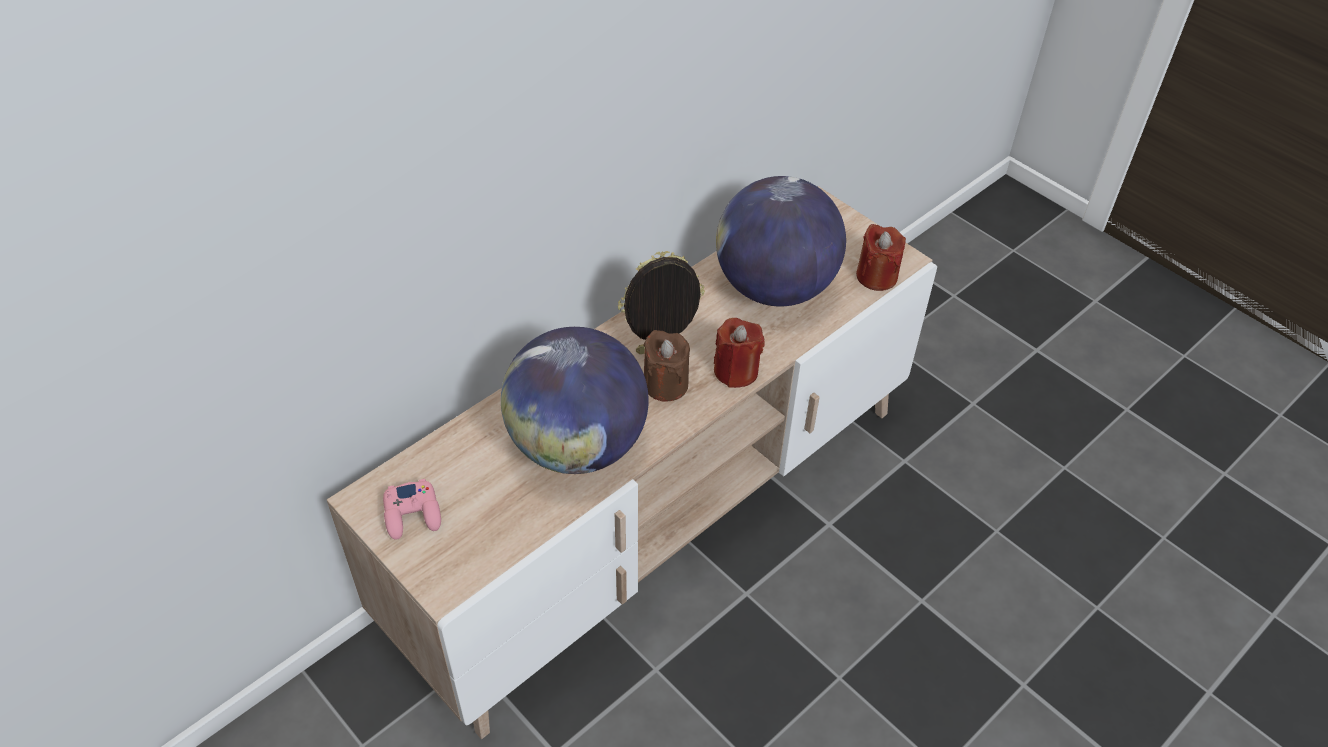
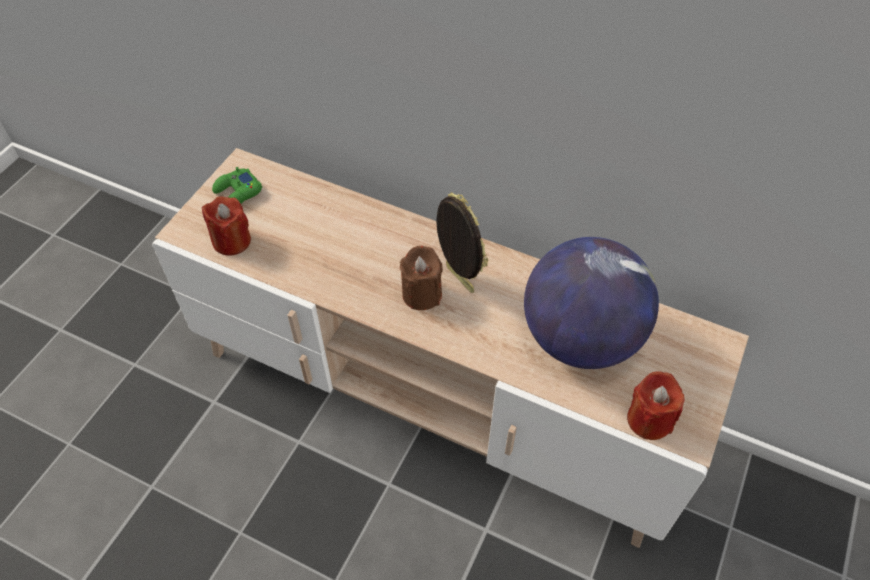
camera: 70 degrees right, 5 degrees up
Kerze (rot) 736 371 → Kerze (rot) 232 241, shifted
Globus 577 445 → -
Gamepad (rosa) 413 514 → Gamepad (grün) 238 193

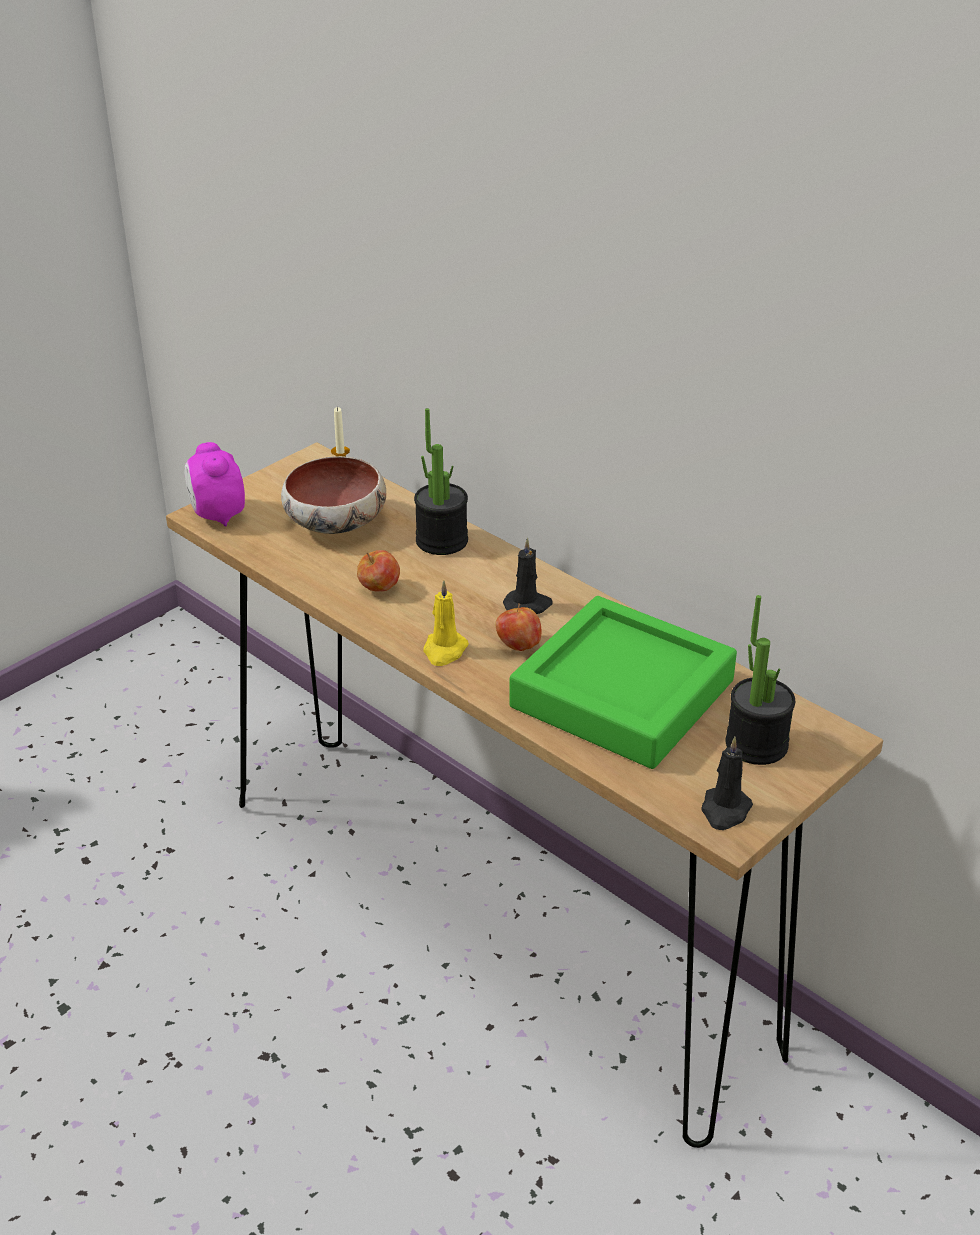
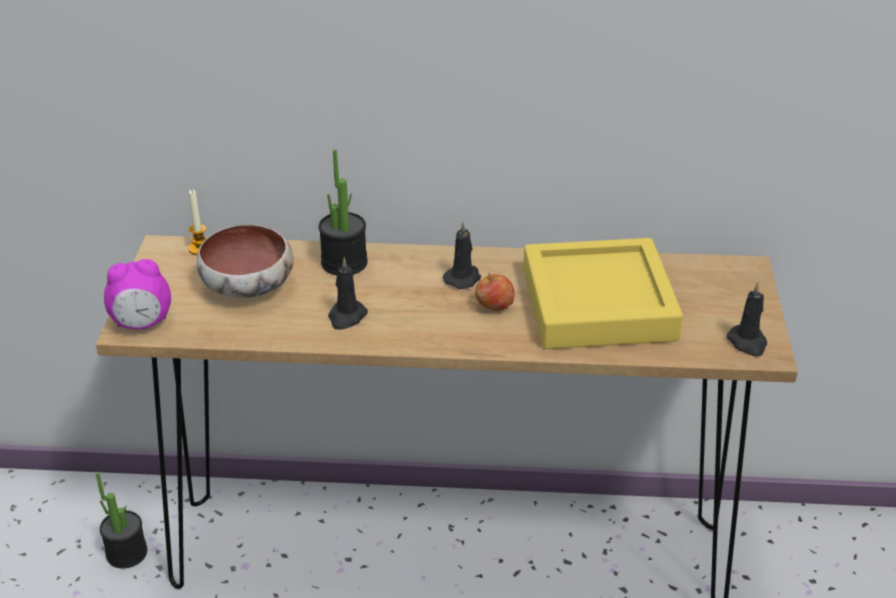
camera: 40 degrees left, 0 degrees up
Wecker 217 515 → Wecker 142 324, 45 degrees counterclockwise
Apfel 379 589 → Kerze (schwarz) 346 317
Kerze (gelb) 444 650 → -
Topfpflanze 756 744 → Topfpflanze 126 553, shifted
Tablett (grün) 622 694 → Tablett (gelb) 598 305

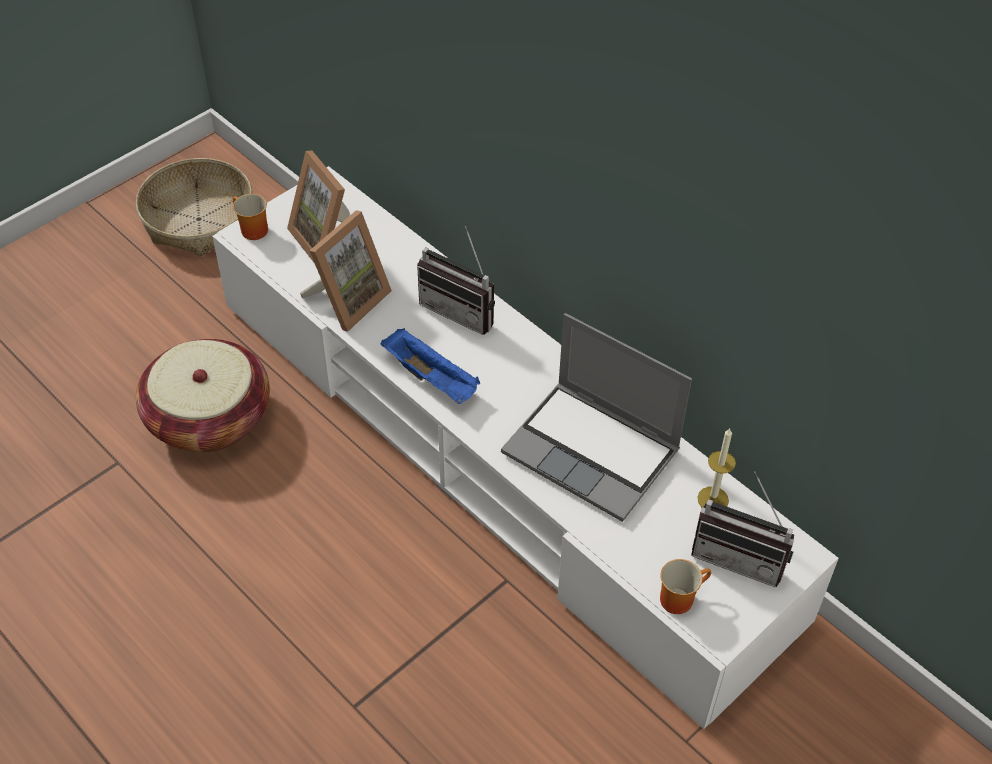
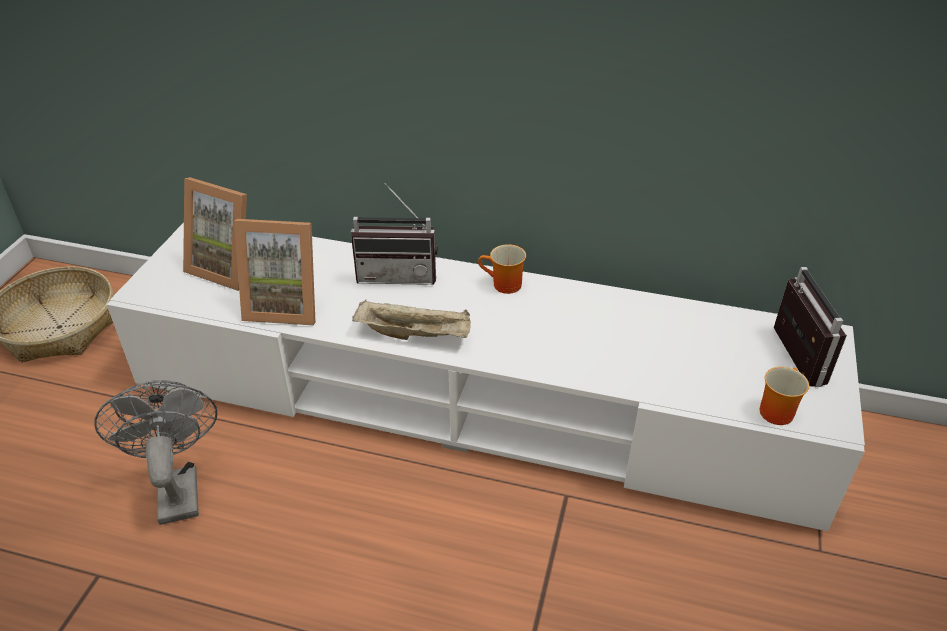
camera: 30 degrees left, 10 degrees down
Henkelbecher 250 230 → Henkelbecher 503 285, shifted
Bilderrahmen 347 300 → Bilderrahmen 285 305, 90 degrees clockwise
Laptop 593 452 → -
Tablett (blau) 432 378 → Tablett (beige) 415 334
Korb 209 418 → Ventilator (grau) 177 487
Kerze 713 499 → -
Radio 741 556 → Radio 787 357, 90 degrees counterclockwise

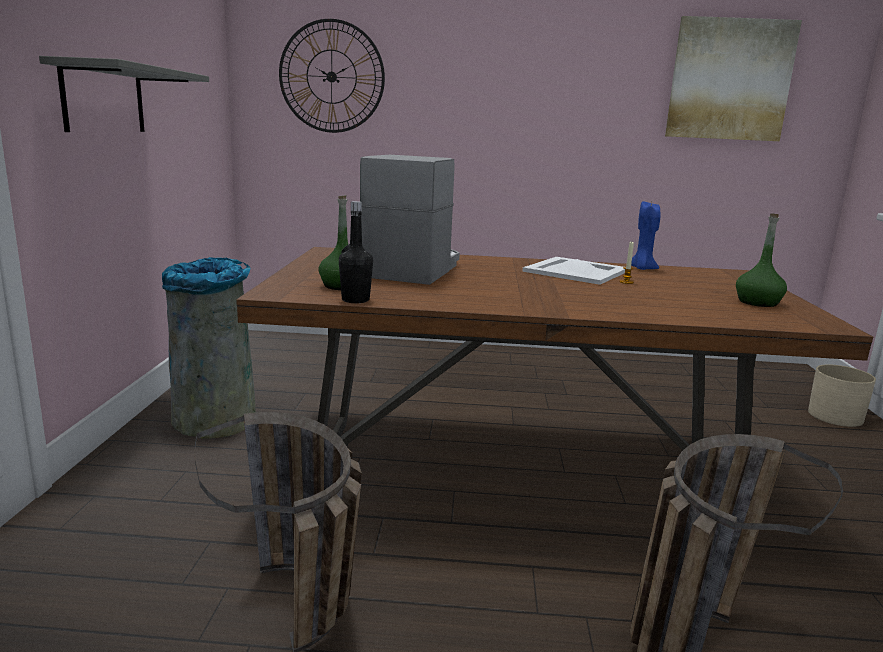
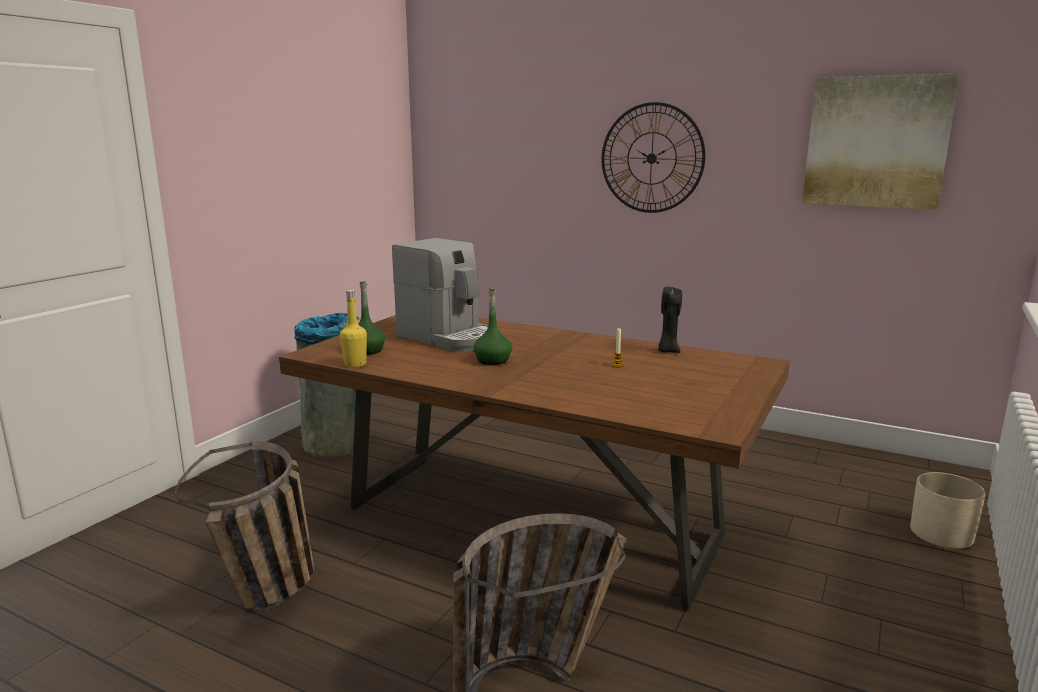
camera: 25 degrees right, 0 degrees up
Wanduhr 331 77 → Wanduhr 651 158, shifted
Wandregal (grau) 104 99 → -
Kaffeemaschine 413 269 → Kaffeemaschine 450 338, 90 degrees clockwise
Flasche (schwarz) 355 300 → Flasche (gelb) 355 364
Kerze (blau) 642 268 → Kerze (schwarz) 667 351
Flasche (grün) 757 302 → Flasche (grün) 493 360, shifted
Tablett (weiß) 575 271 → -

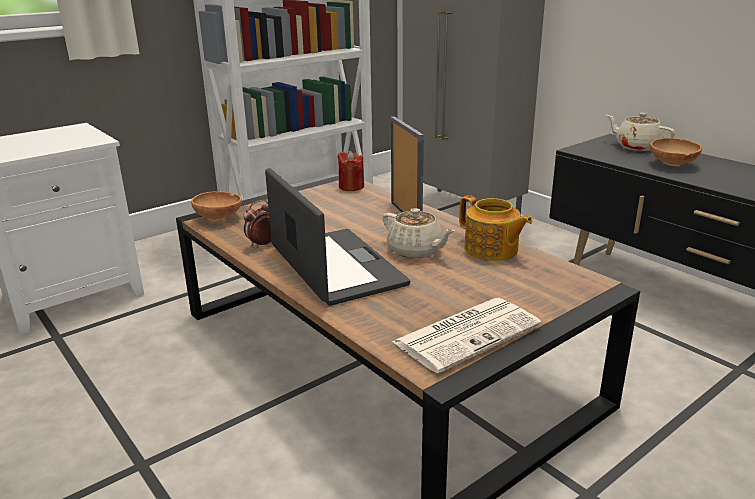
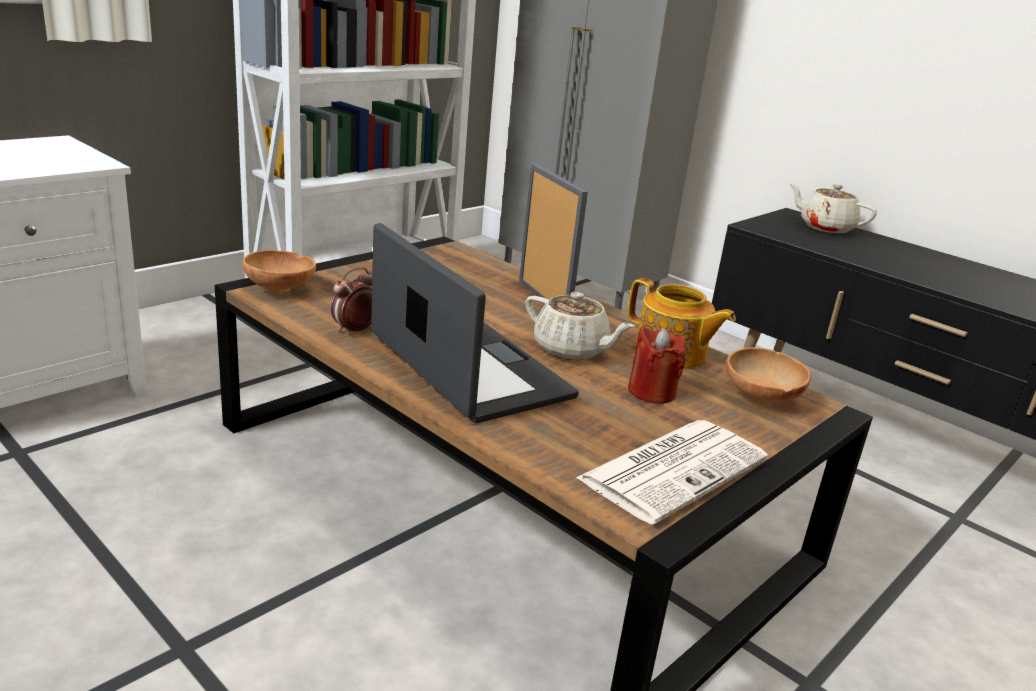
camera: 10 degrees left, 0 degrees up
Schüssel (braun) 671 165 → Schüssel (braun) 760 398, shifted
Kerze (rot) 351 187 → Kerze (rot) 651 392, shifted

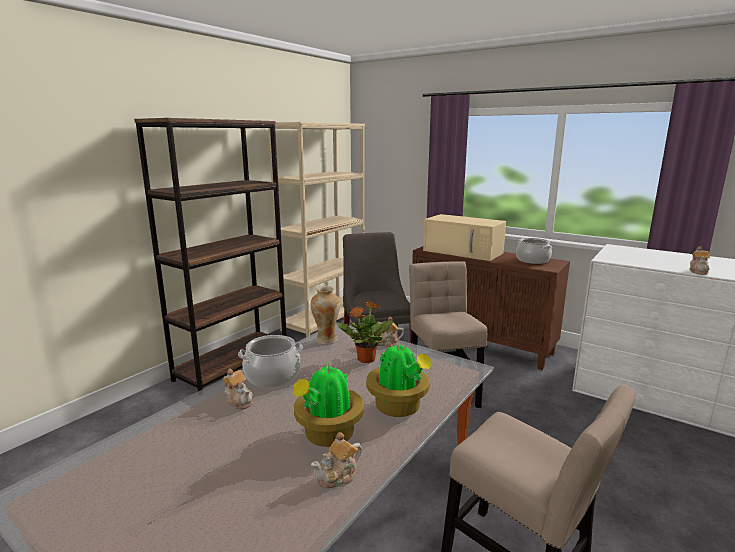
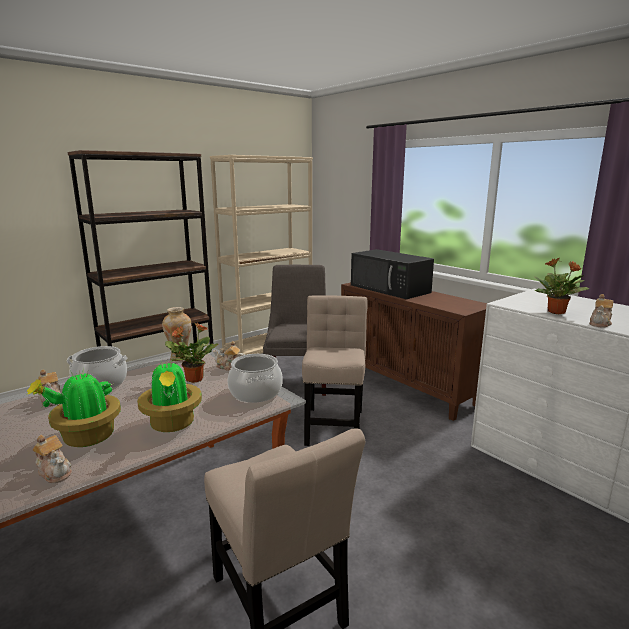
camera: 15 degrees right, 0 degrees up
Mikrowelle (beige) 464 252 → Mikrowelle (schwarz) 391 289
Kochtopf 532 260 → Kochtopf 256 392, shifted
Teekanne 338 476 → Teekanne 55 472, 120 degrees counterclockwise
- → Topfpflanze 557 312

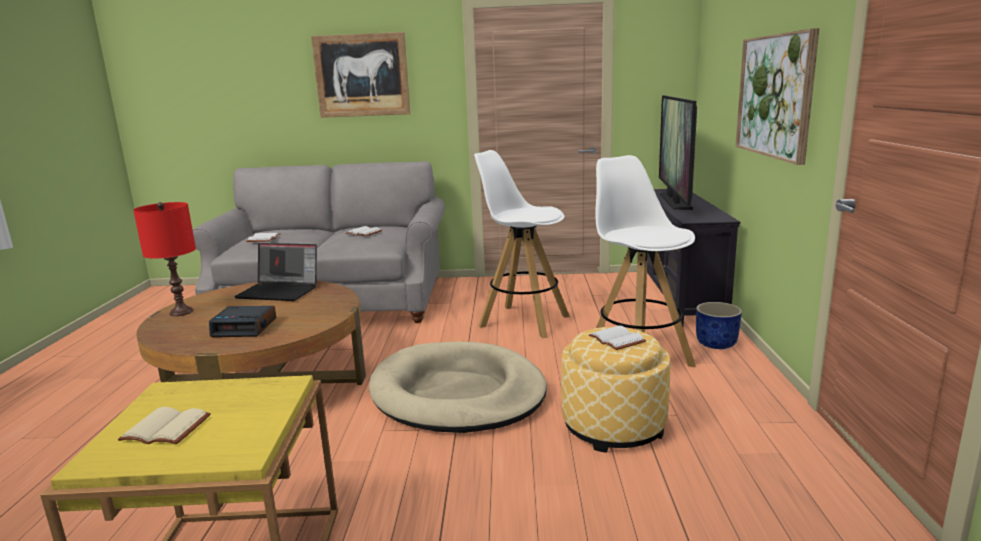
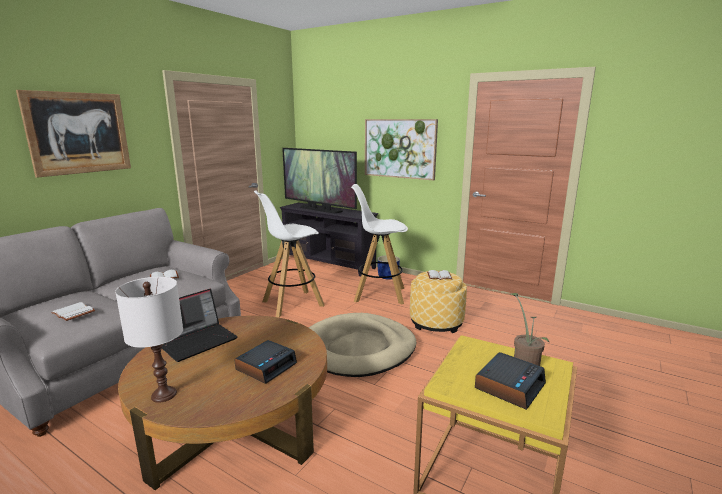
camera: 60 degrees left, 0 degrees up
Tischlampe (rot) 181 312 → Tischlampe (weiß) 164 395
Buch (beige) 168 428 → Wecker 509 386
- → Topfpflanze 525 360

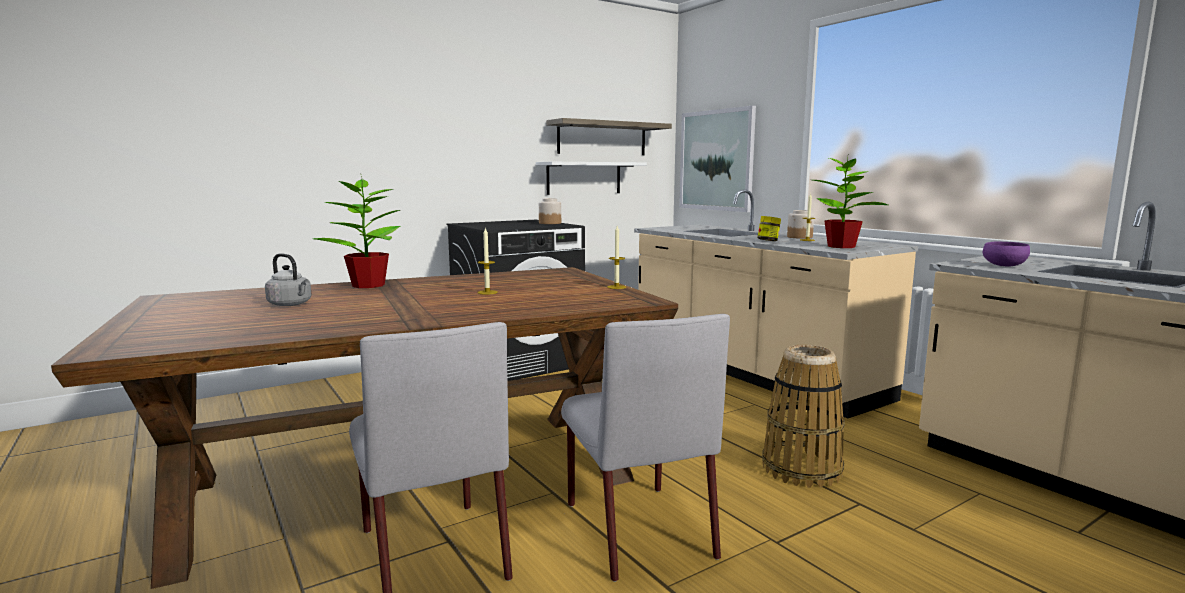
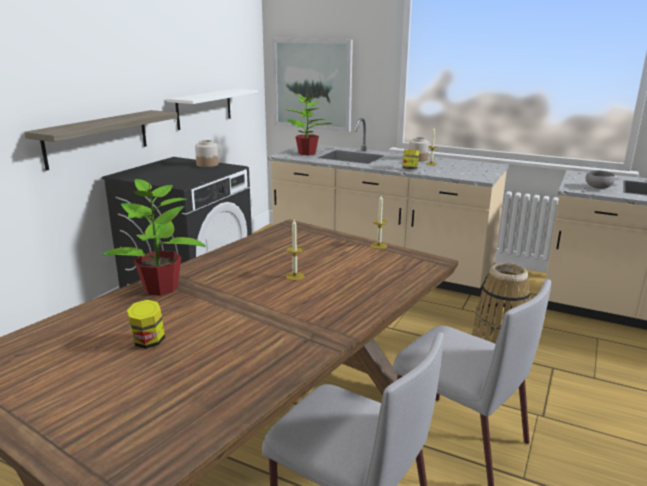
camera: 30 degrees left, 10 degrees up
Wandregal 602 138 → Wandregal 97 138, shifted
Topfpflanze 842 246 → Topfpflanze 307 153, shifted
Schüssel (lila) 1004 266 → Schüssel (grau) 598 188
Wasserkessel (grau) 291 304 → Vorratsglas 148 342

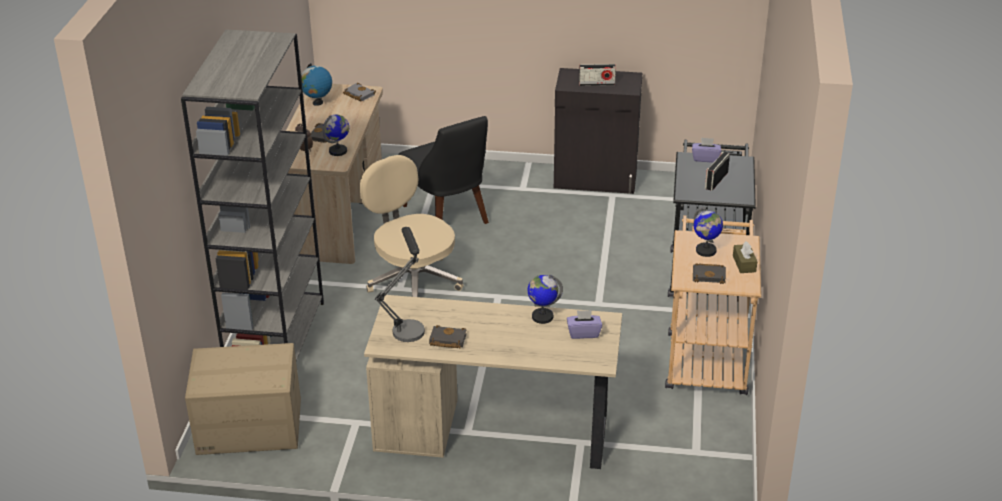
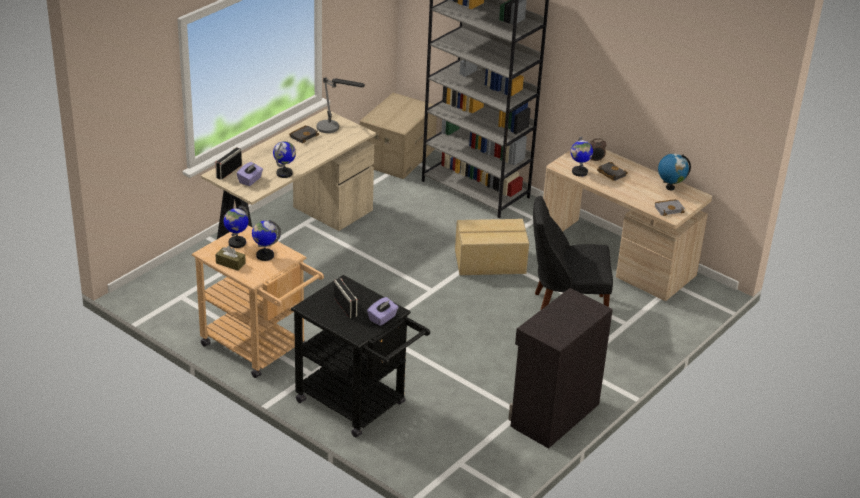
camera: 120 degrees right, 0 degrees up
Radio 596 84 → Radio 229 171, shifted
Bürostuhl (beige) 413 280 → Karton 490 262
Buch (schwarz) 709 275 → Globus 237 243

